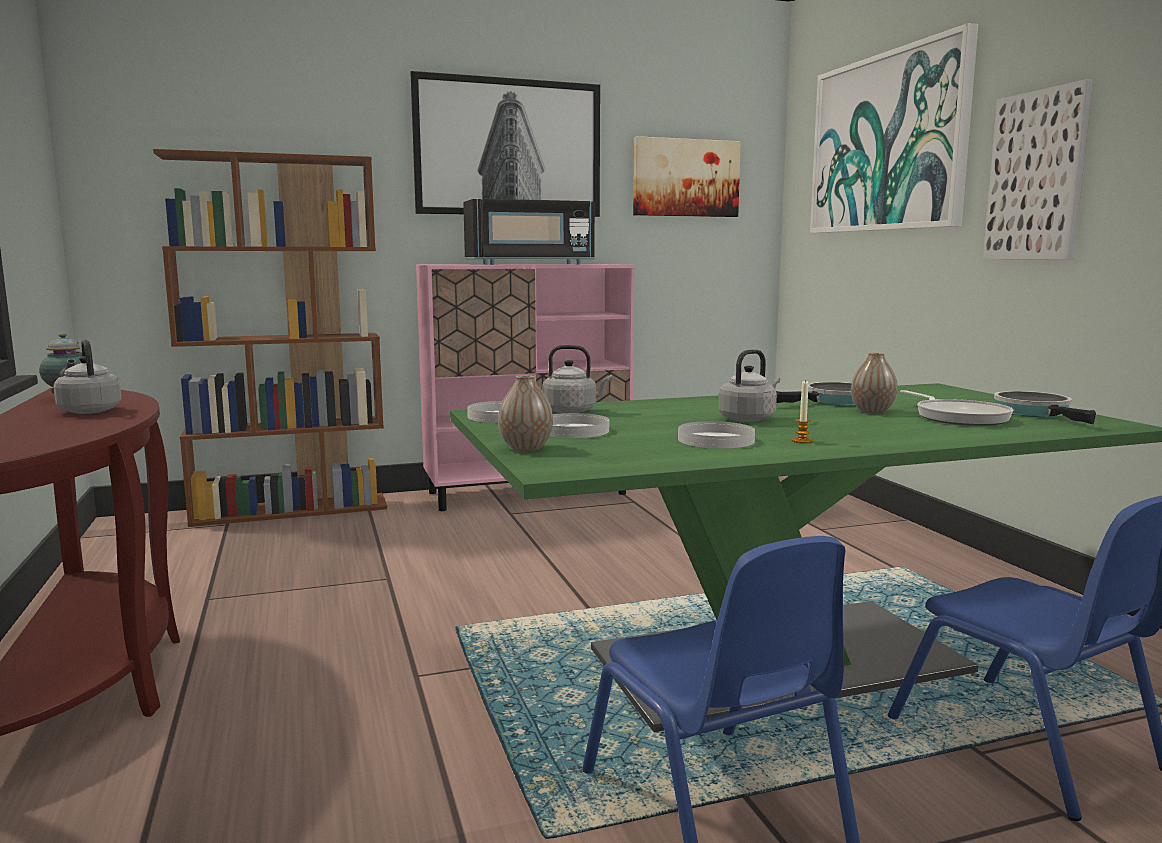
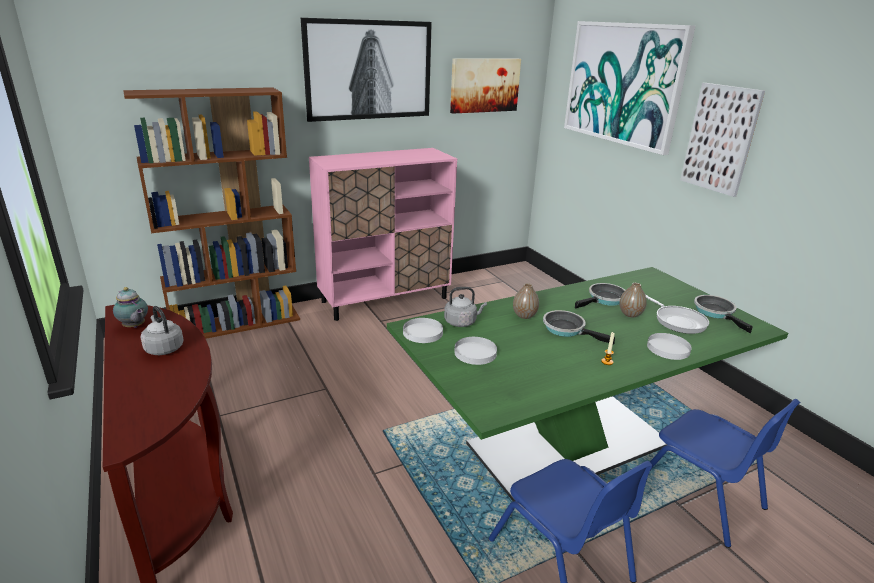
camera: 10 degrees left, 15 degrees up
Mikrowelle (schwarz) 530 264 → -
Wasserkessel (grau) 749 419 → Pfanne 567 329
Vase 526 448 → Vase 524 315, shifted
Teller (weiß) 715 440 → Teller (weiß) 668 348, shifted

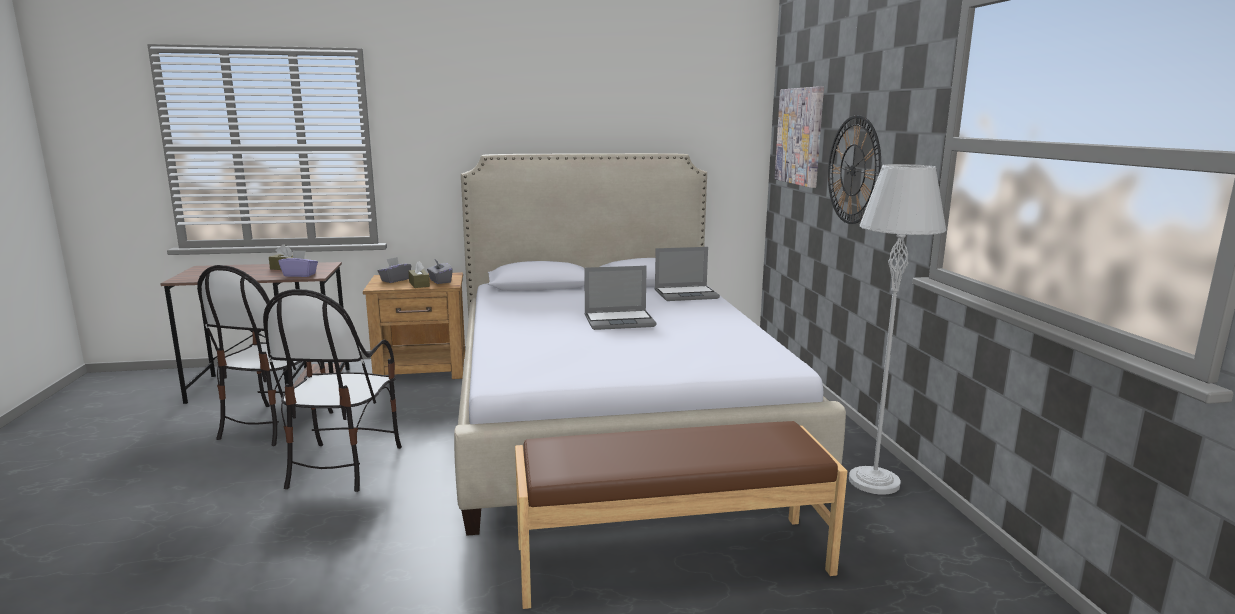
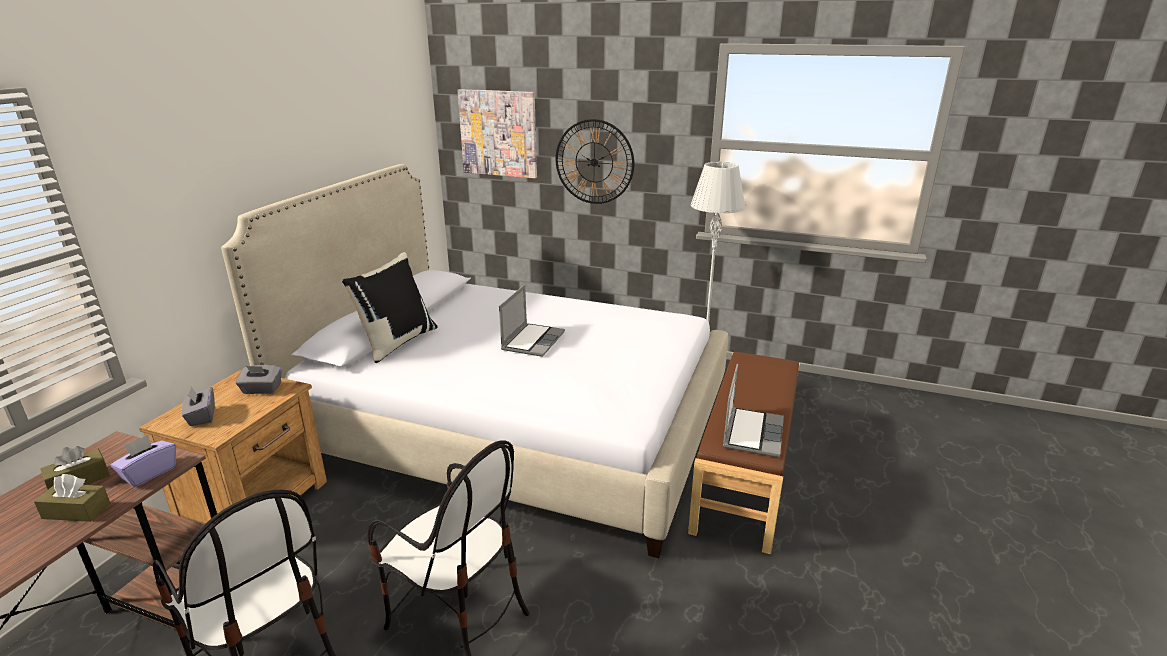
camera: 60 degrees left, 10 degrees up
Laptop 686 294 → Laptop 752 433, shifted
Taschentuchbox (braun) 419 284 → Taschentuchbox (braun) 76 511, shifted
- → Kissen (schwarz) 397 342

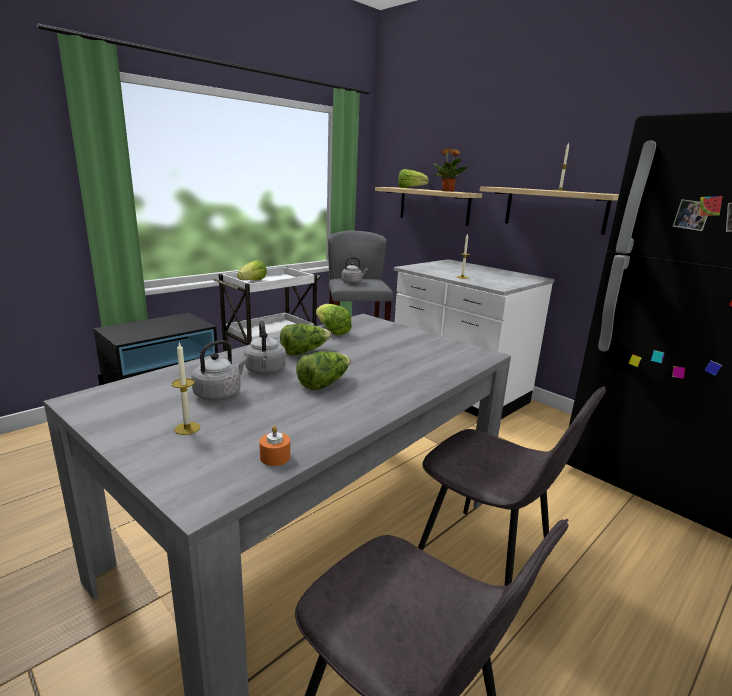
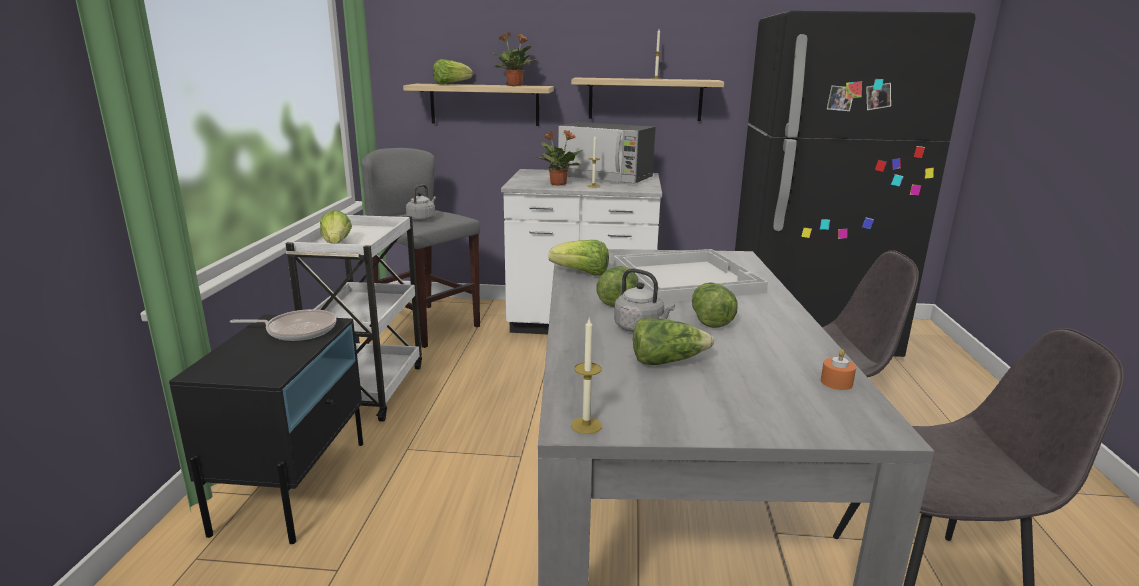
camera: 40 degrees left, 0 degrees up
Wasserkessel (grau) 219 394 → Salatkopf 667 361
Kerze 187 428 → Kerze 586 425, shifted
- → Mikrowelle 606 177
- → Topfpflanze 557 184
- → Tablett (weiß) 686 278
- → Pfanne 297 330

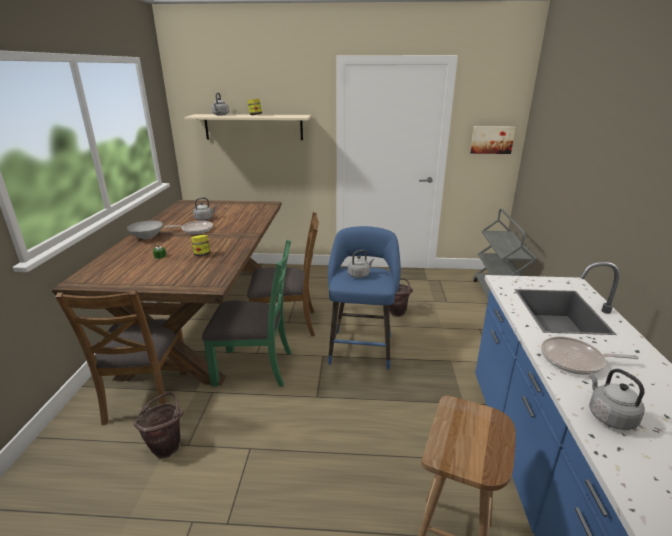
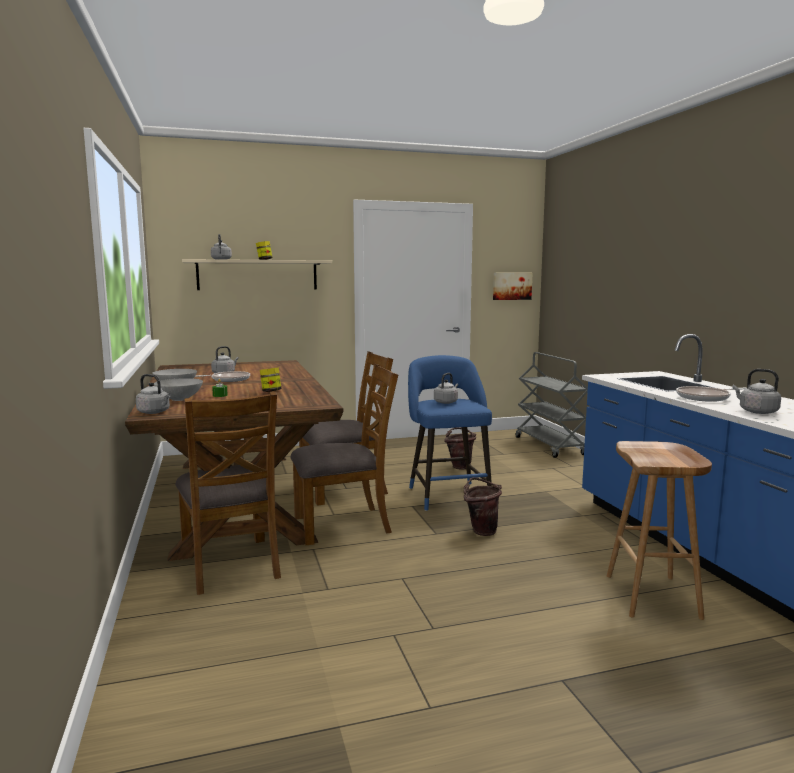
camera: 20 degrees left, 15 degrees down
Stuhl (grün) 254 367 → Stuhl (braun) 343 524
Eimer (braun) 167 445 → Eimer (braun) 481 530, shifted
- → Wasserkessel (grau) 155 412
- → Schüssel (grau) 179 399

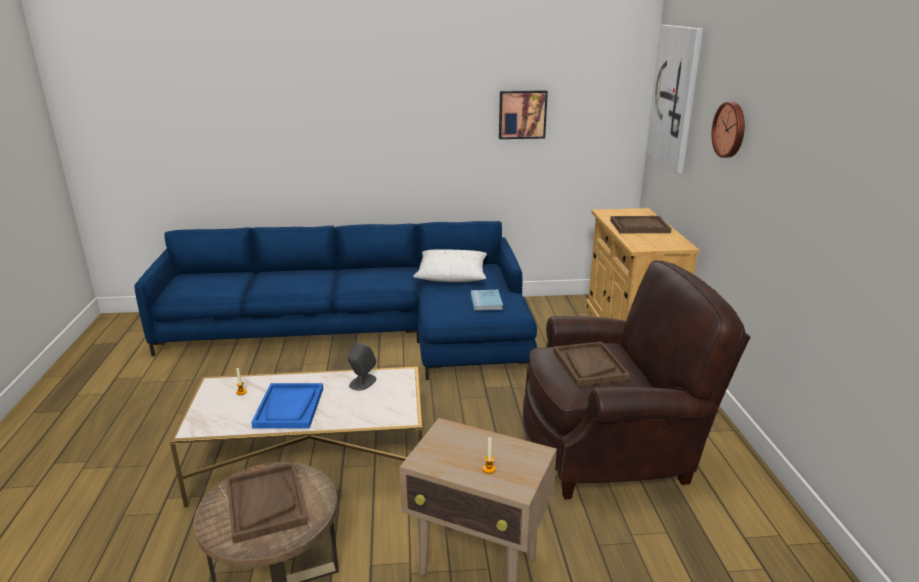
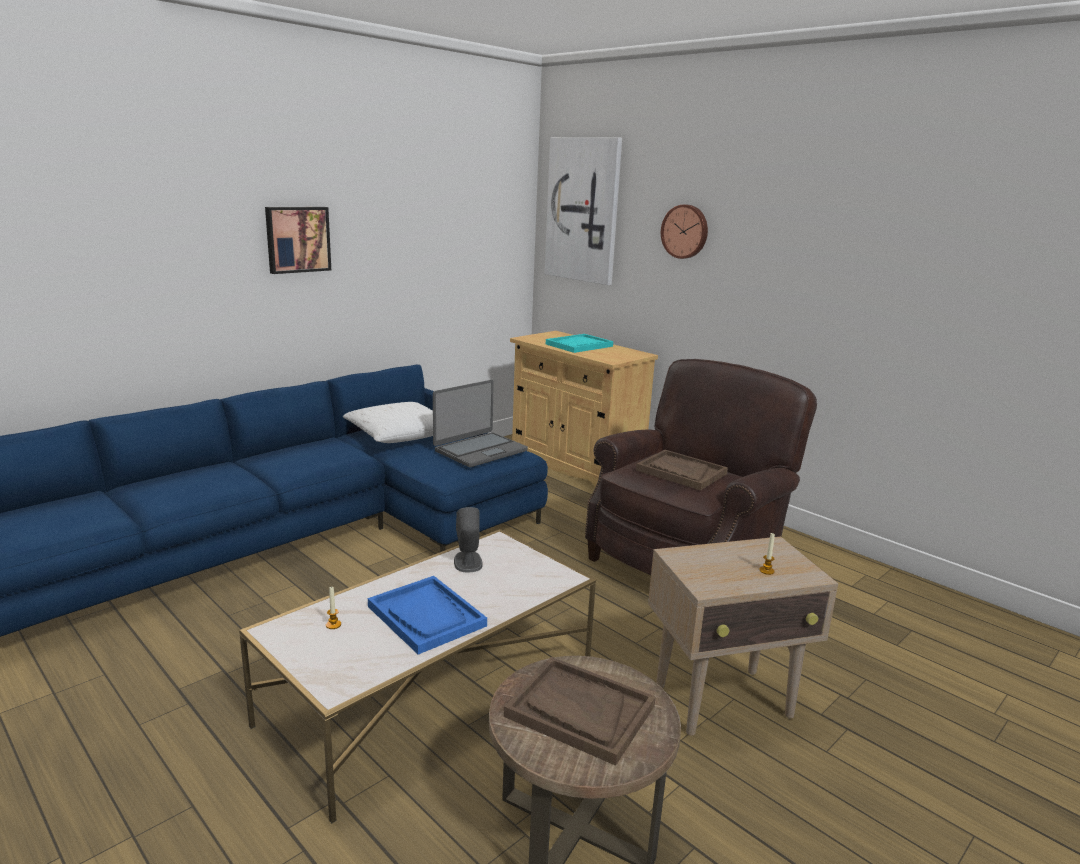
camera: 40 degrees left, 5 degrees down
Bild 522 114 → Bild 297 239, shifted
Tablett (braun) 639 226 → Tablett (türkis) 579 345
Buch (blau) 486 302 → Laptop 480 450

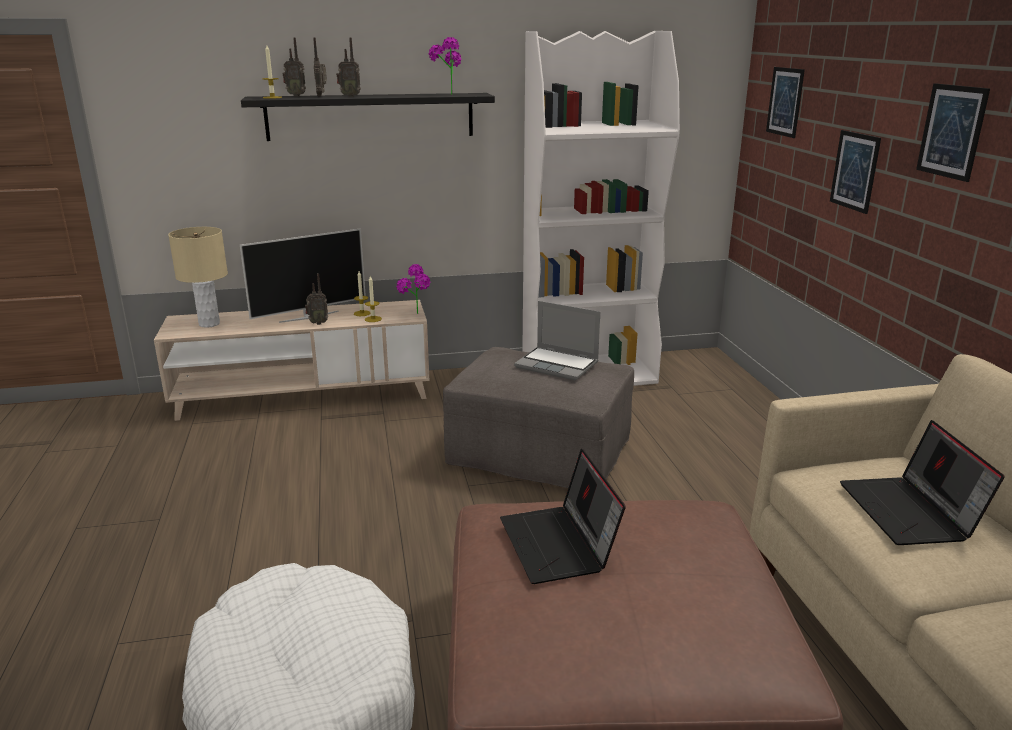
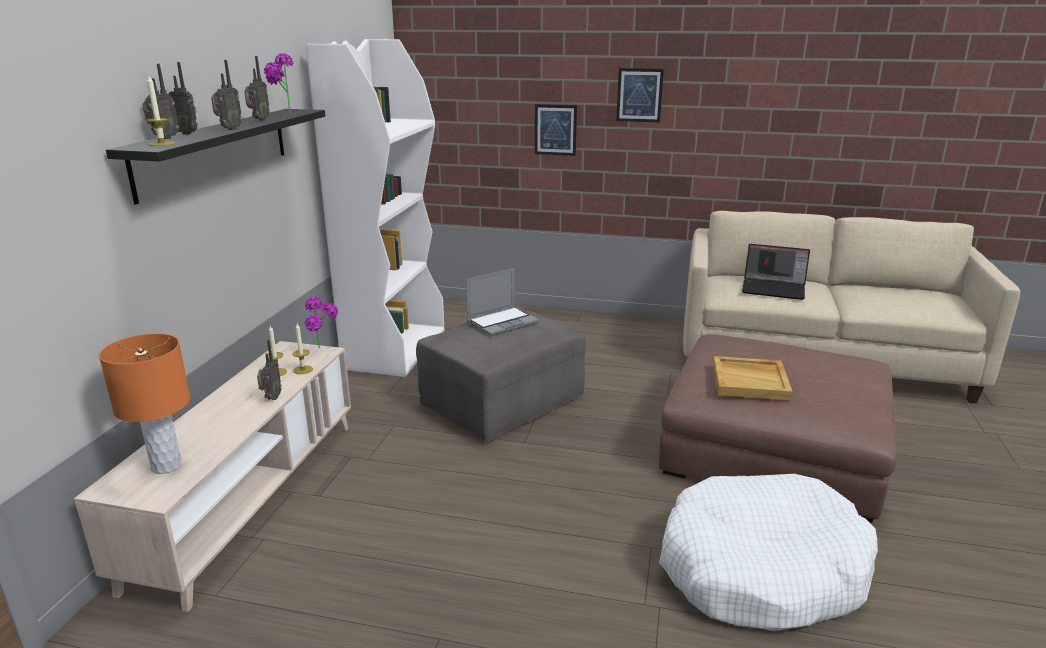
camera: 65 degrees left, 0 degrees up
Bild 785 101 → -
Tischlampe (beige) 209 324 → Tischlampe (orange) 167 466
Fernseher 308 316 → -
Laptop 559 545 → Tablett (beige) 750 381
- → Radio 259 120

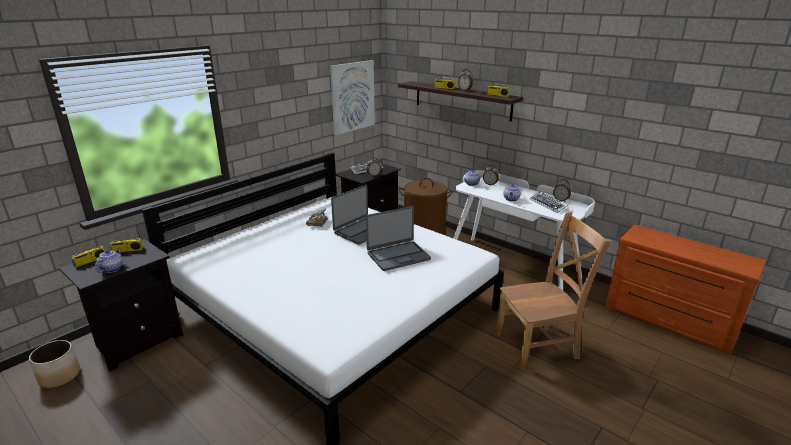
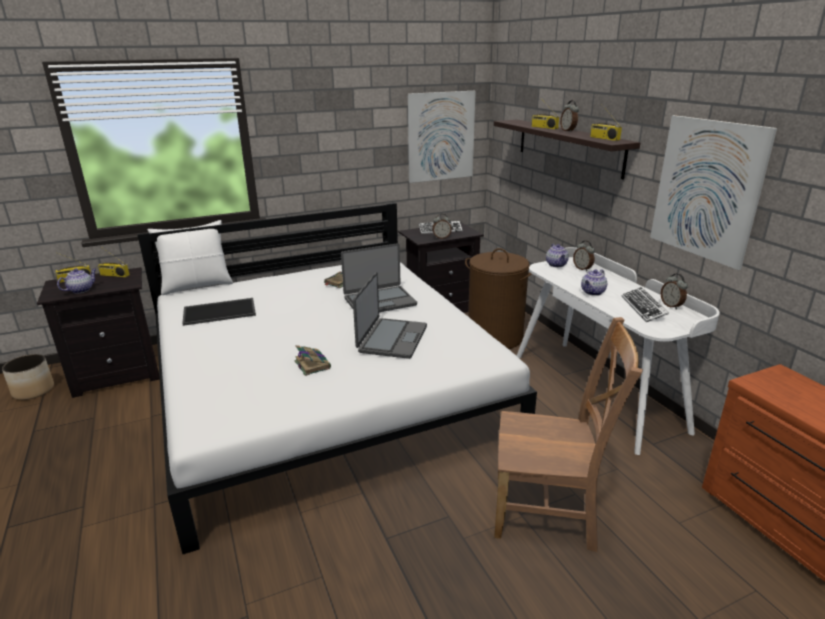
camera: 25 degrees right, 0 degrees up
Laptop 398 256 → Laptop 392 339, 75 degrees counterclockwise
- → Bild 706 189
- → Kissen (weiß) 197 286
- → Tablett 220 311
- → Buch 312 364

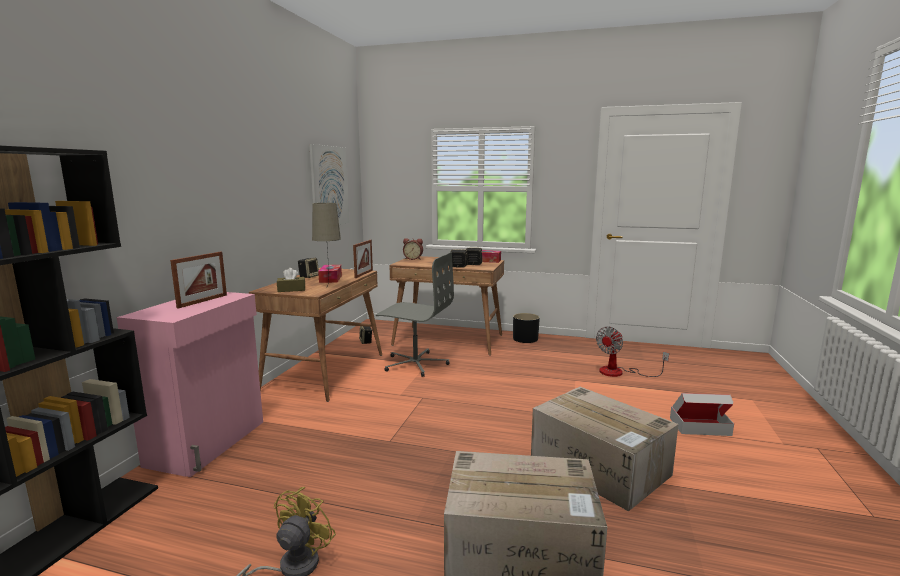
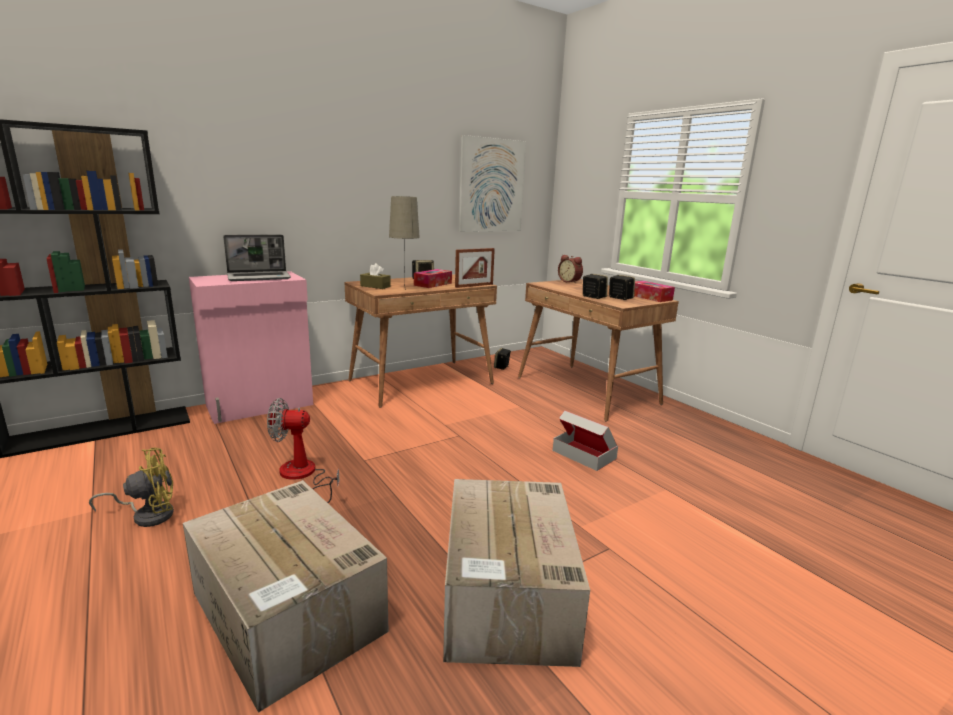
camera: 40 degrees right, 5 degrees up
Bilderrahmen 203 301 → Laptop 260 277
Bürostuhl (grau) 415 364 → -
Pflanzkübel (schwarz) 525 339 → -
Ventilator 619 372 → Ventilator 303 476, shifted
Karton 700 426 → Karton 584 454, shifted

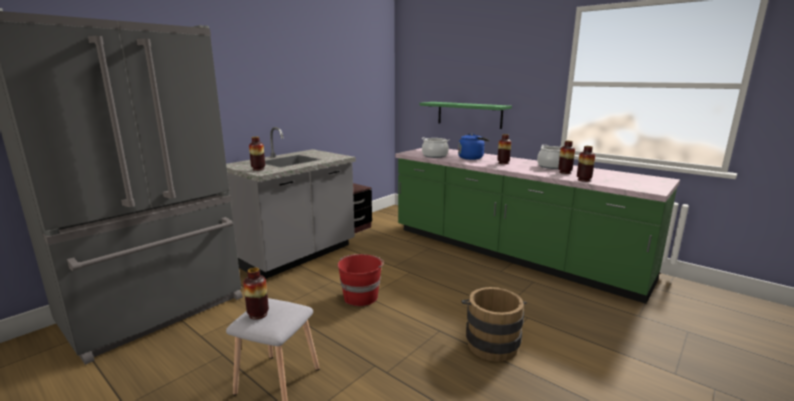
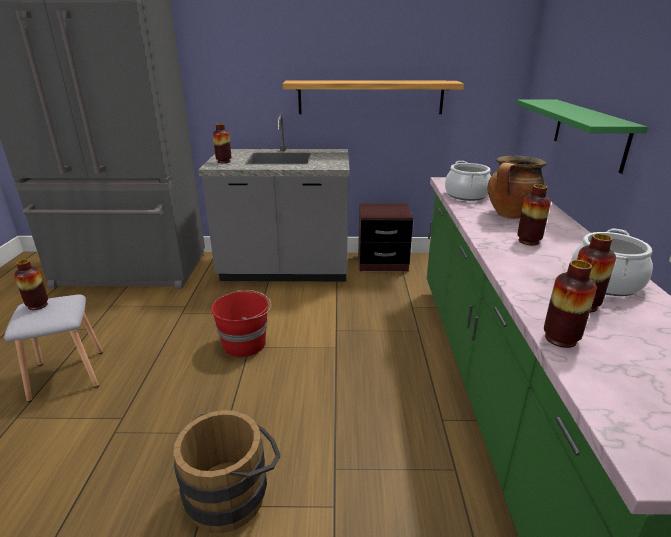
camera: 50 degrees right, 10 degrees up
Wasserkessel (blau) 472 158 → Kochtopf 510 215
- → Wandregal 370 97

